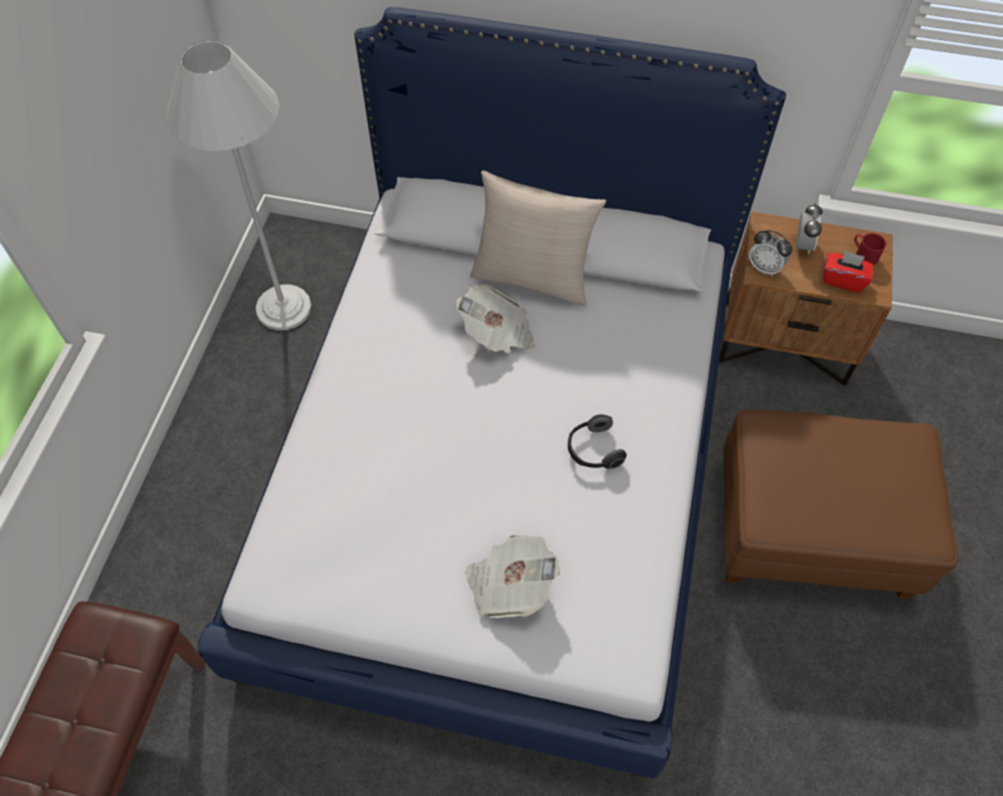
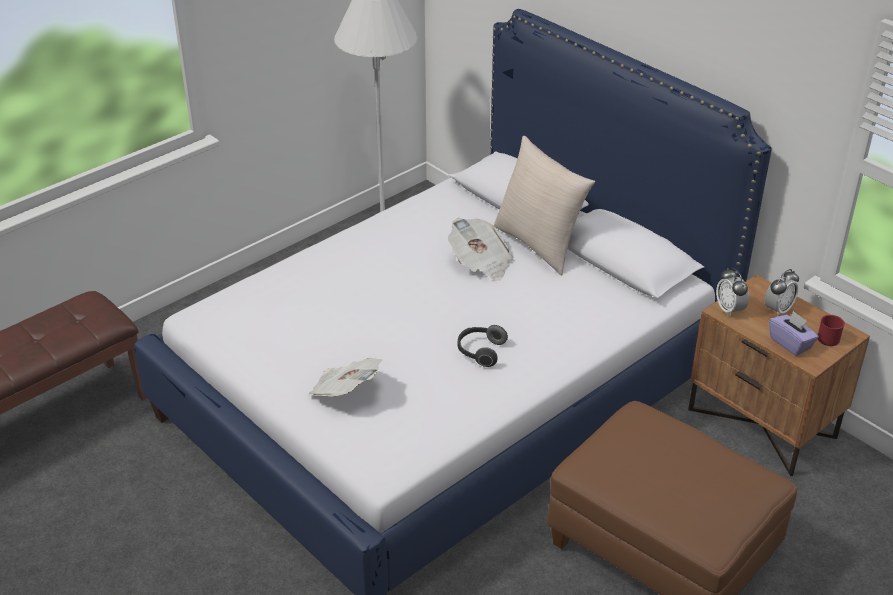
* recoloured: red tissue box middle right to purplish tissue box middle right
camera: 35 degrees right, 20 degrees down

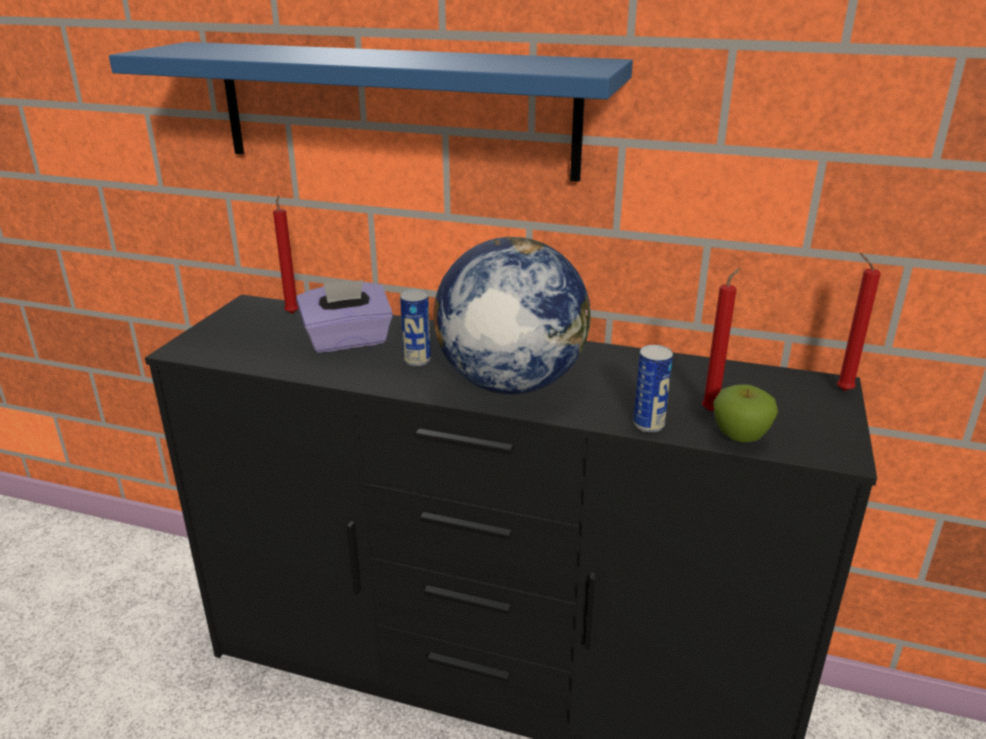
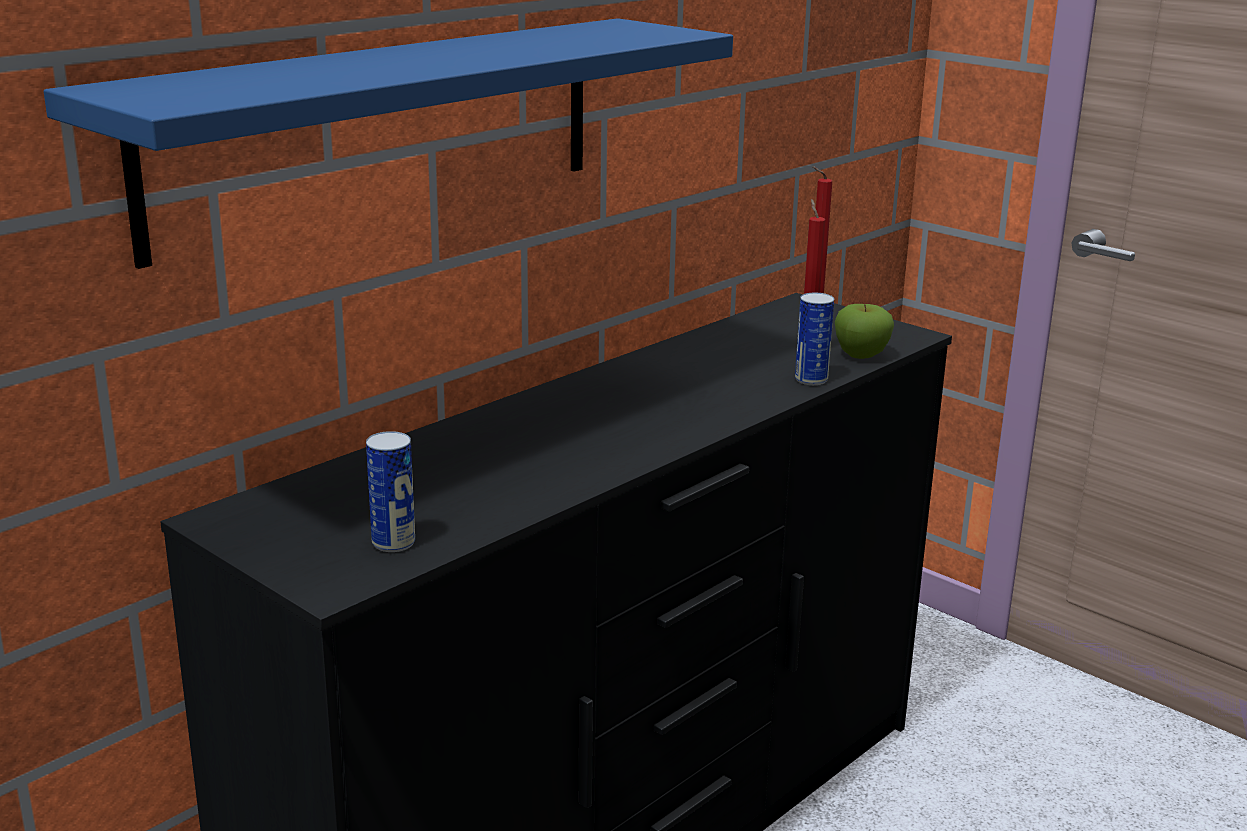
* moved: sealed can (1st from left) centre to middle left
* removed: red wax light (1st from left) middle left
* removed: purplish tissue box centre
* removed: world globe centre
camera: 65 degrees left, 5 degrees down

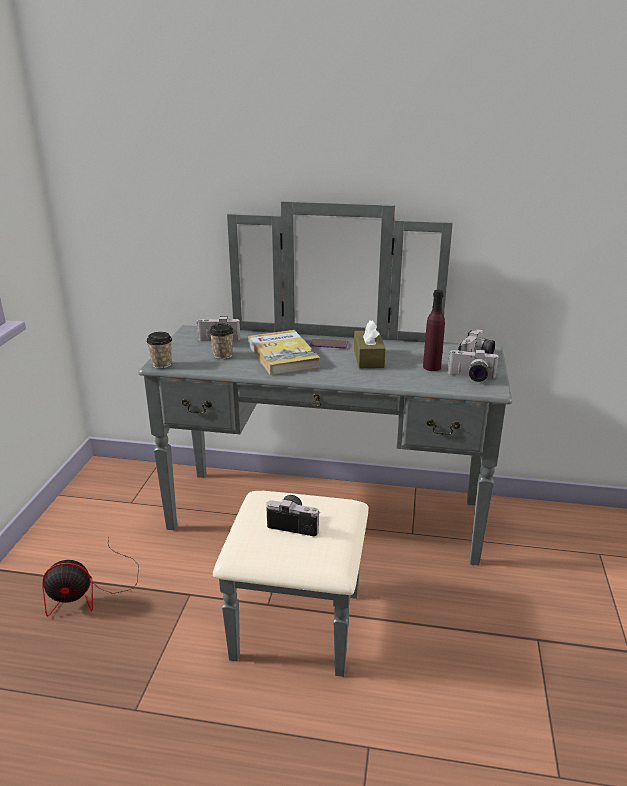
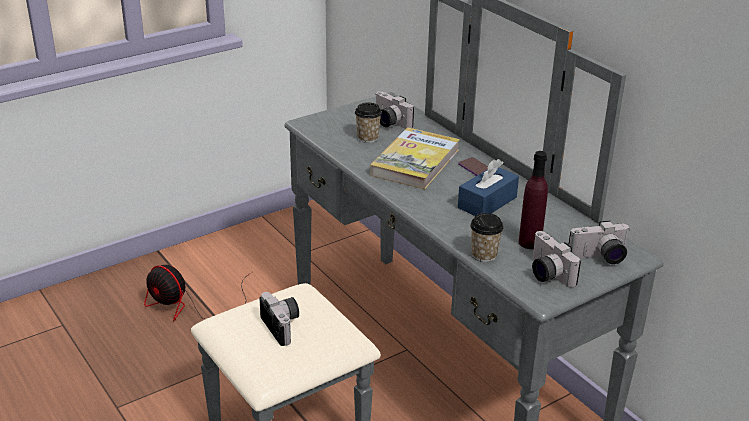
* recoloured: brown-coloured tissue box centre to blue tissue box centre
* moved: cup (1st from left in the first image) middle left to cup (2nd from left) centre
camera: 45 degrees right, 5 degrees up

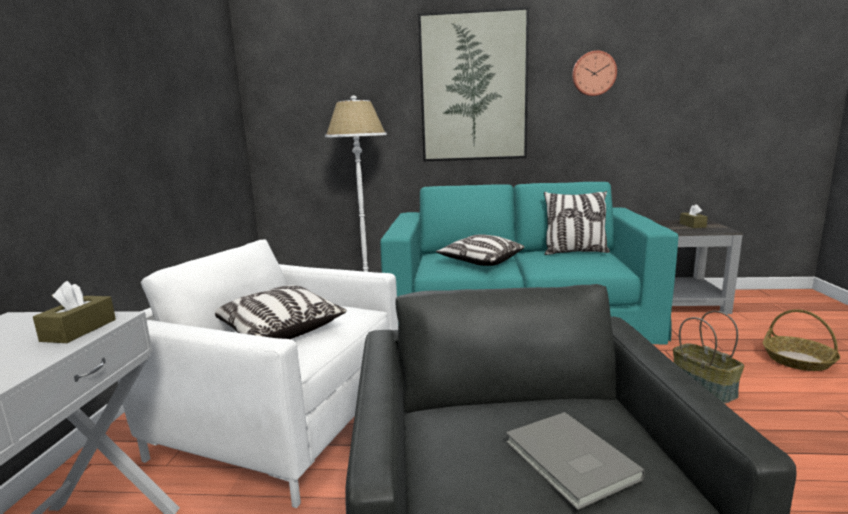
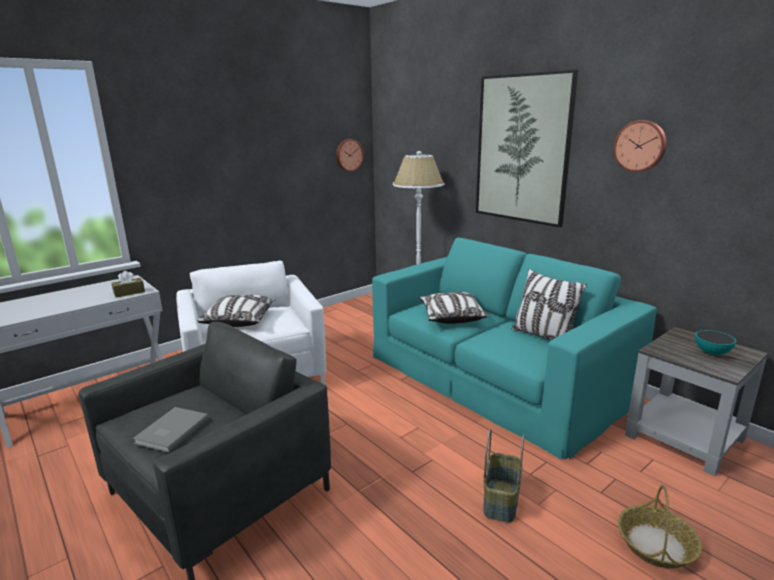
* added: hanging clock (1st from left) top centre
* replaced: brown-coloured tissue box (2nd from left) middle right to deep dish middle right
camera: 45 degrees right, 5 degrees up

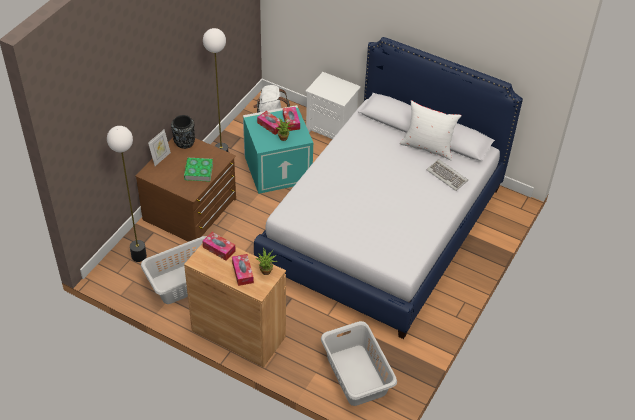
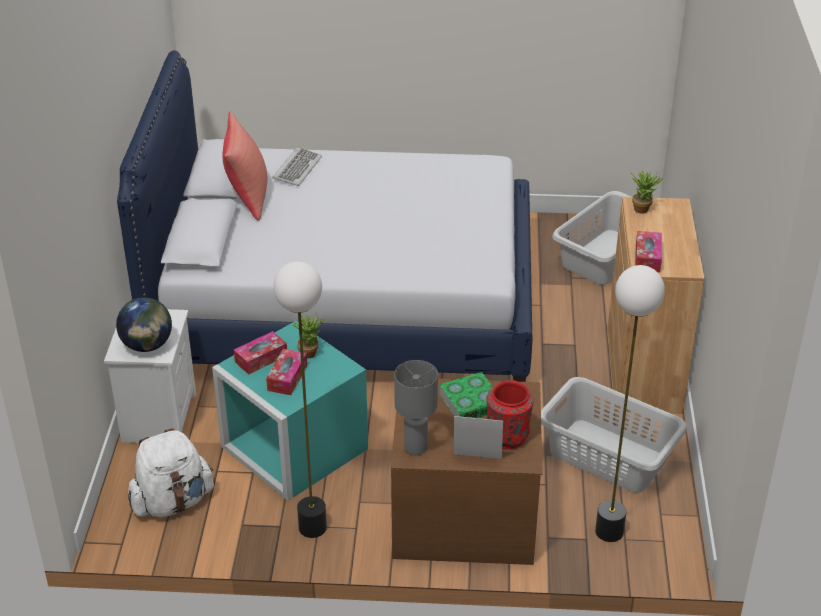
* added: world globe middle left
* recoloured: whitish throw pillow top right to red throw pillow top left
* replaced: blackish vase top left to gray tabletop lamp centre
* added: red vase bottom centre
* removed: tissue box (2nd from left) centre
camera: 115 degrees left, 10 degrees down

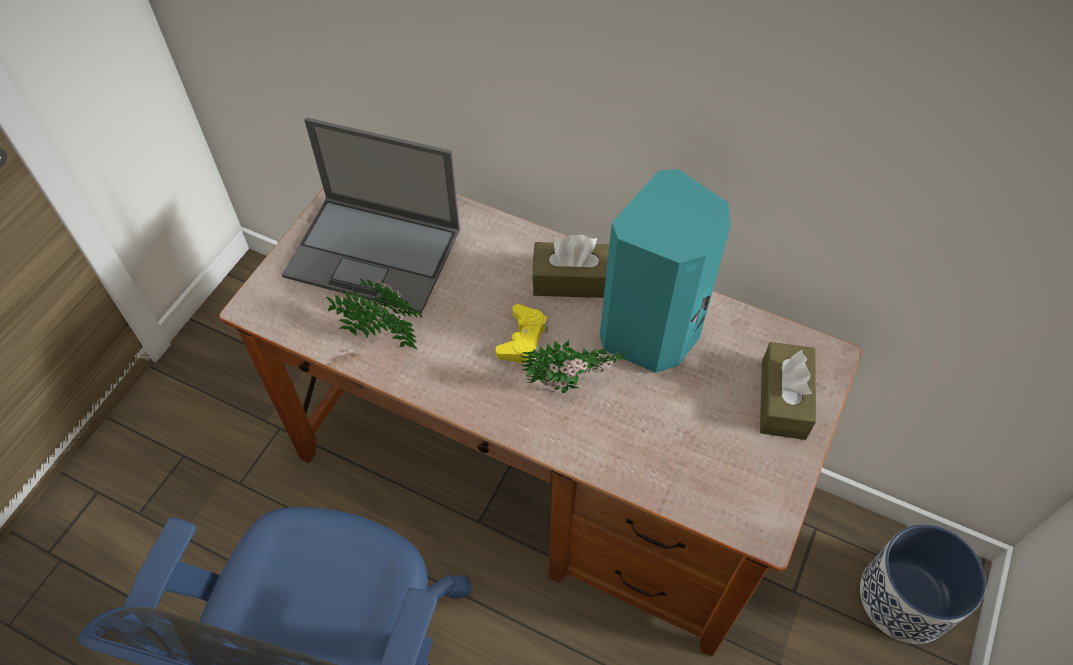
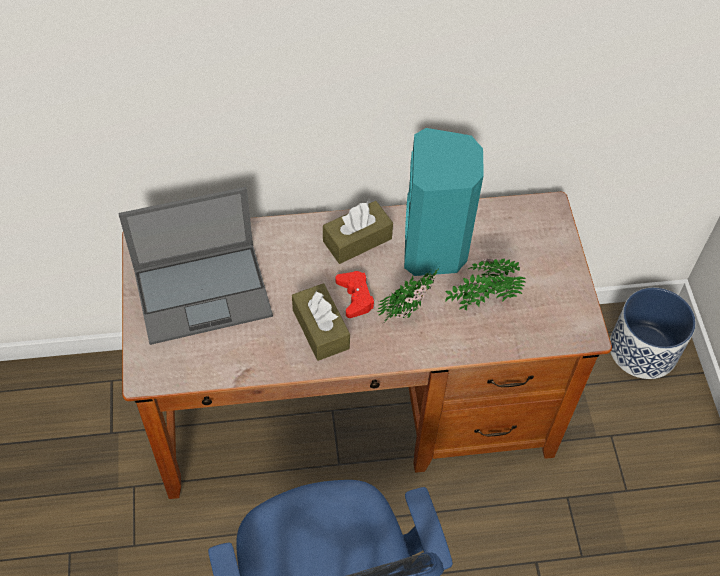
* moved: brown-coloured tissue box (2nd from left in the first image) middle right to brown-coloured tissue box (1st from left) centre
* recoloured: yellowish game controller centre to red game controller centre
* moved: houseplant (1st from left in the first image) centre to houseplant (2nd from left) middle right
camera: 35 degrees left, 0 degrees up

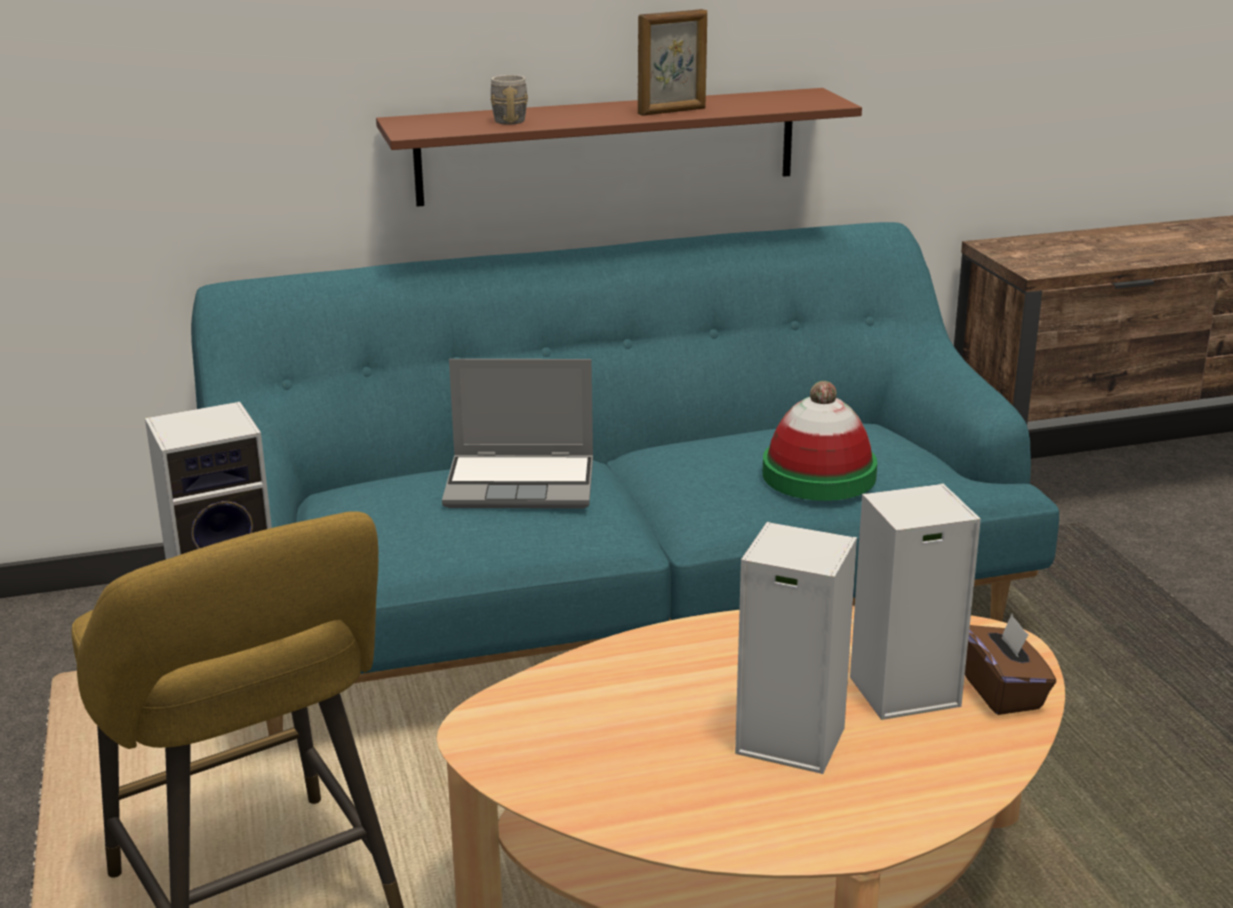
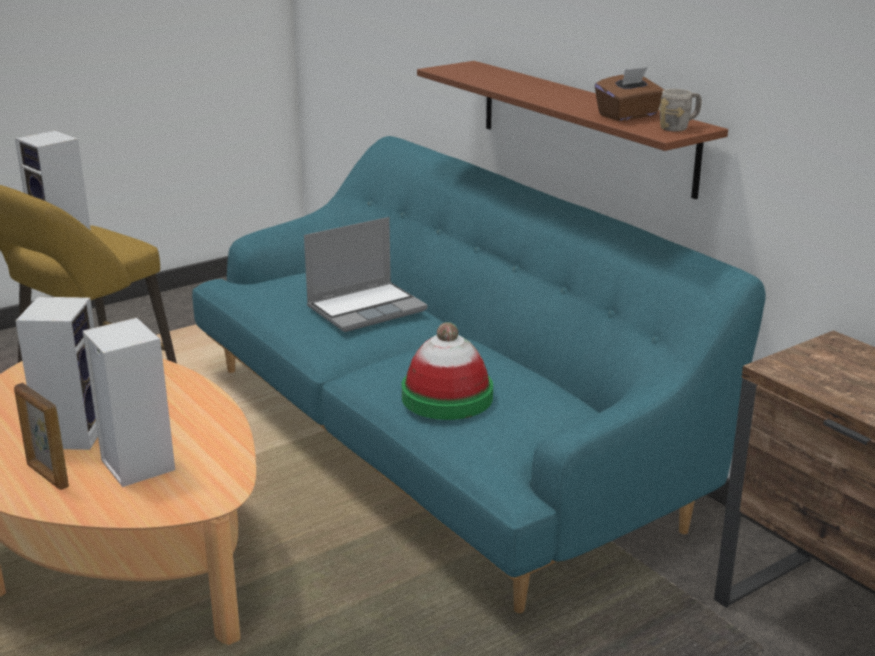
* moved: standing frame top centre to middle left
* turned: laptop centre = centre 105 degrees counterclockwise
* moved: brown-coloured tissue box bottom right to top right
* moved: gray mug top centre to top right
camera: 70 degrees right, 0 degrees up

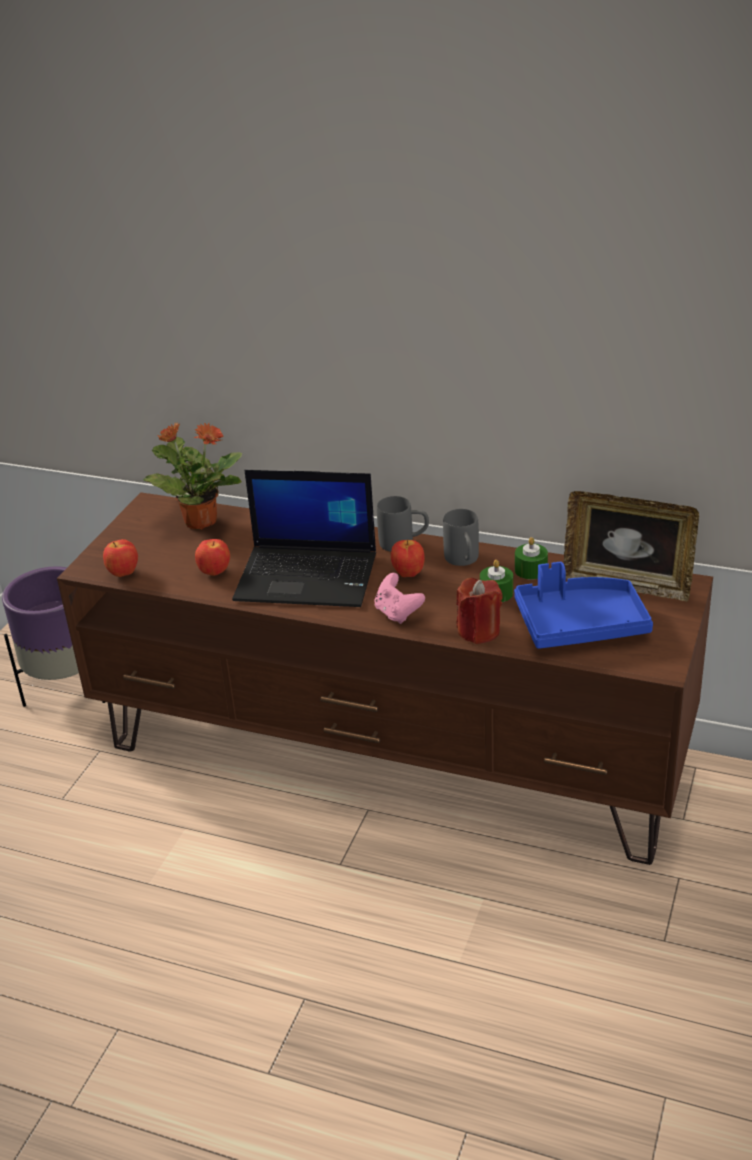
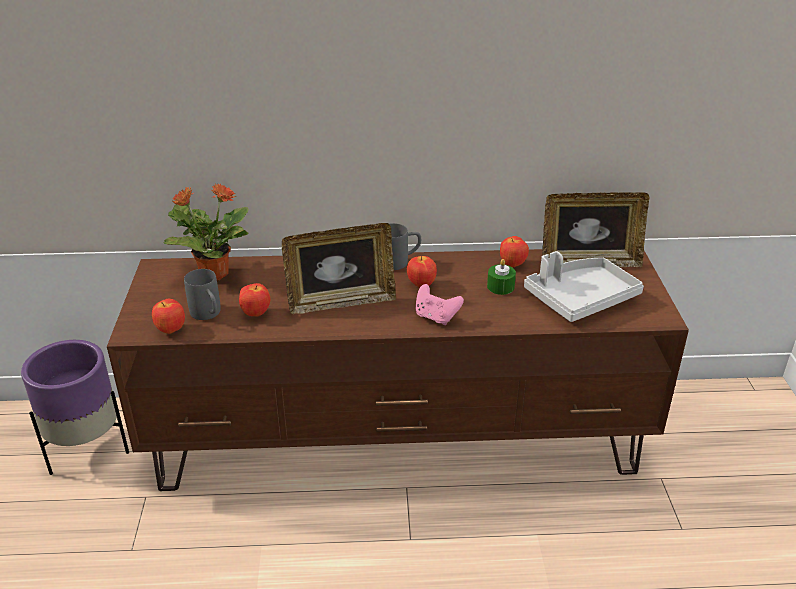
* moved: gray mug (2nd from left in the first image) centre to gray mug (1st from left) middle left
* replaced: laptop centre to standing frame (1st from left) centre
* replaced: green wax light (2nd from left) middle right to apple (4th from left) centre
* recoloured: blue serving tray middle right to gray serving tray middle right
* removed: red wax light centre
camera: 25 degrees left, 0 degrees up

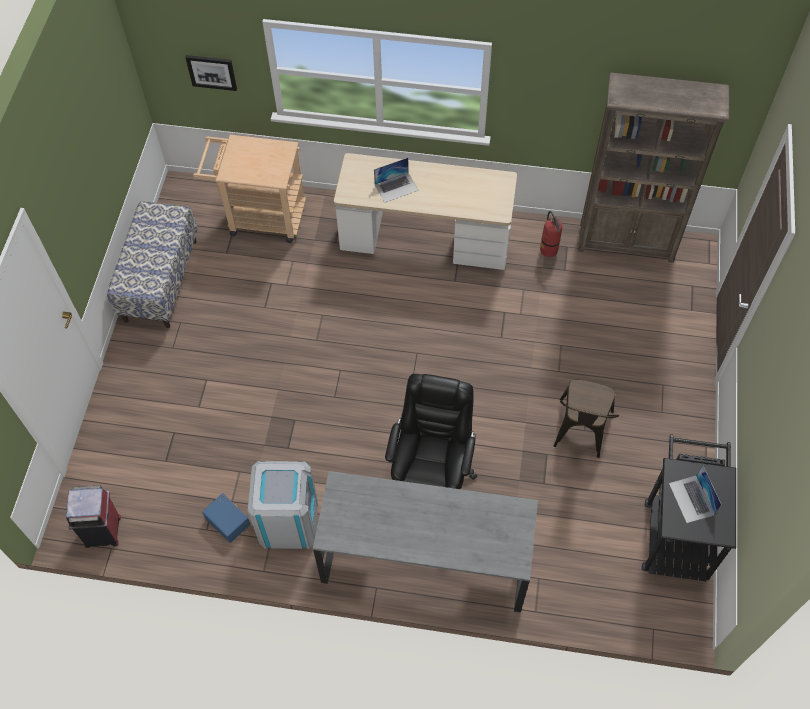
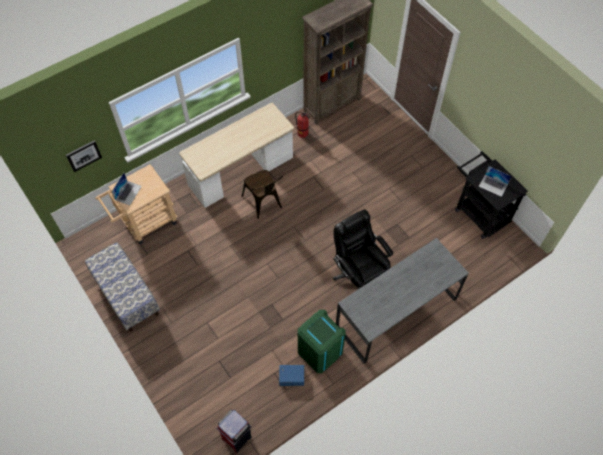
* moved: laptop (1st from left) top centre to middle left
* moved: brown-coloured chair middle right to centre
* recoloured: gray trash can bottom centre to green trash can bottom centre
camera: 45 degrees left, 0 degrees up

